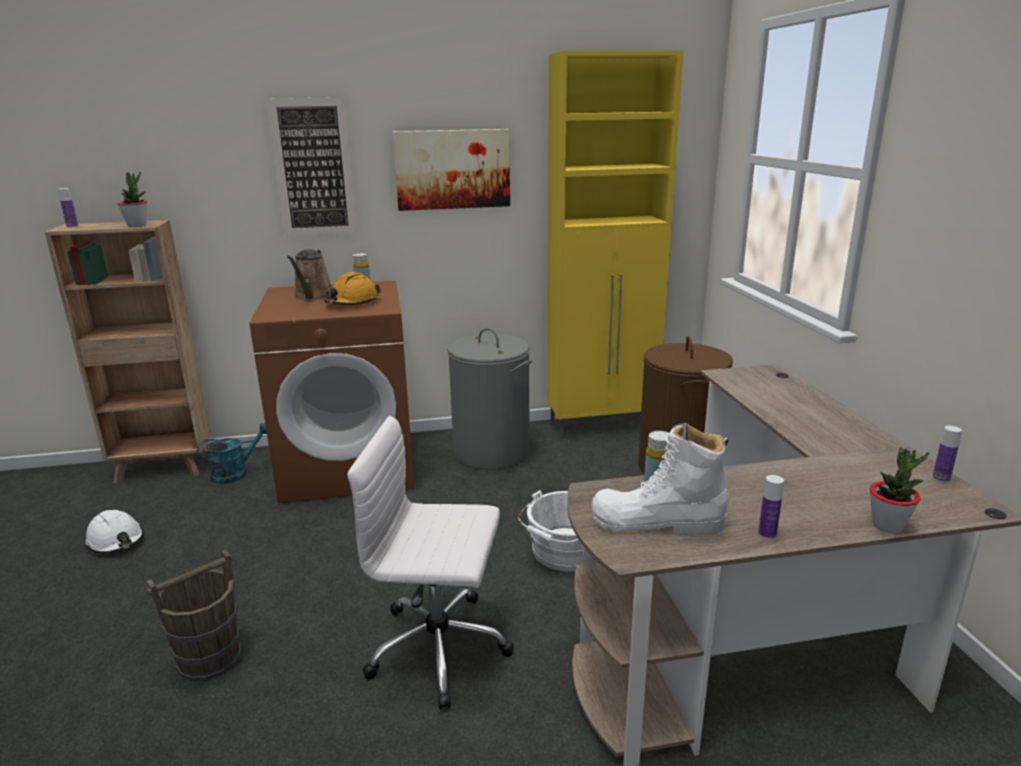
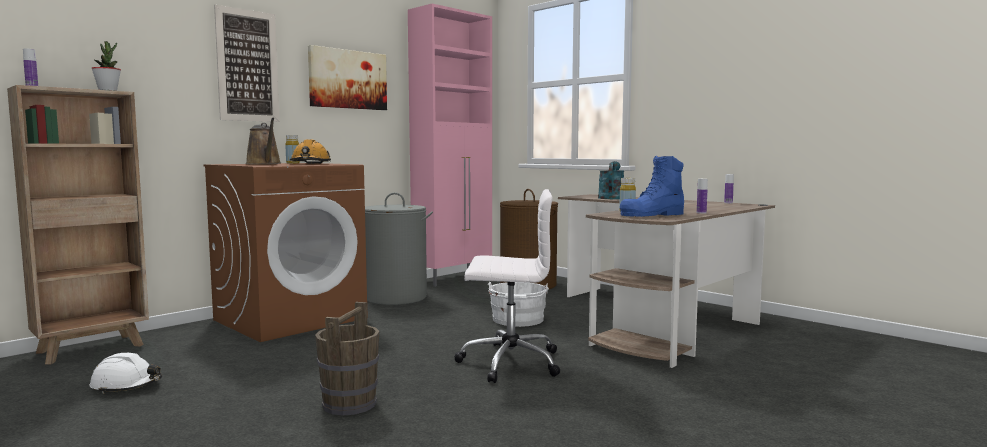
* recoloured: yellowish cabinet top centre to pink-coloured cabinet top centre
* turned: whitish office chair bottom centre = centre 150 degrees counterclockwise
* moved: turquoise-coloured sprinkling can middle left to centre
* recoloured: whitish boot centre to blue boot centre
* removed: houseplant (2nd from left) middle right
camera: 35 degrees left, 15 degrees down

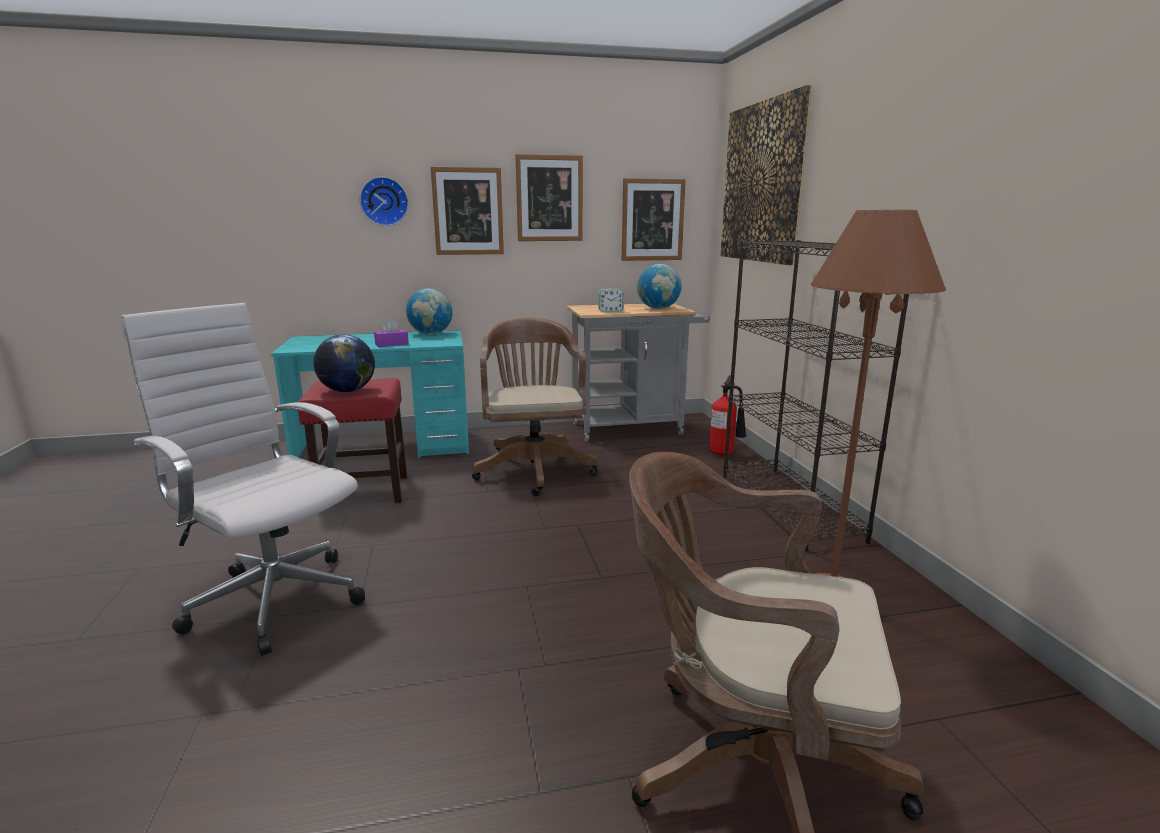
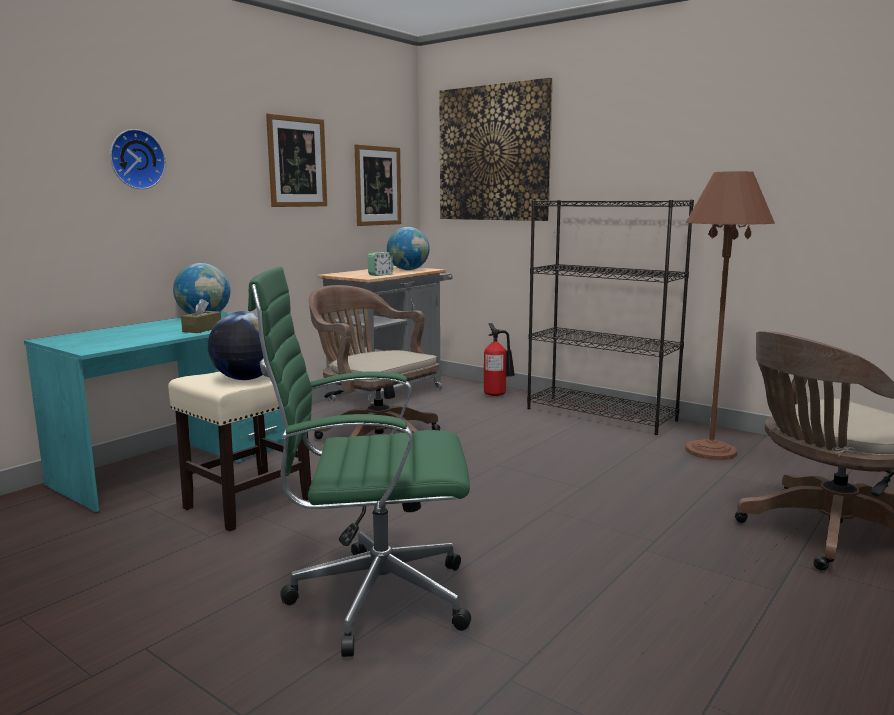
* recoloured: red stool seat middle left to sand-coloured stool seat middle left
* recoloured: purplish tissue box centre to brown-coloured tissue box middle left
* recoloured: whitish office chair middle left to green office chair centre
* removed: wall picture (1st from left) top centre
camera: 40 degrees left, 5 degrees down

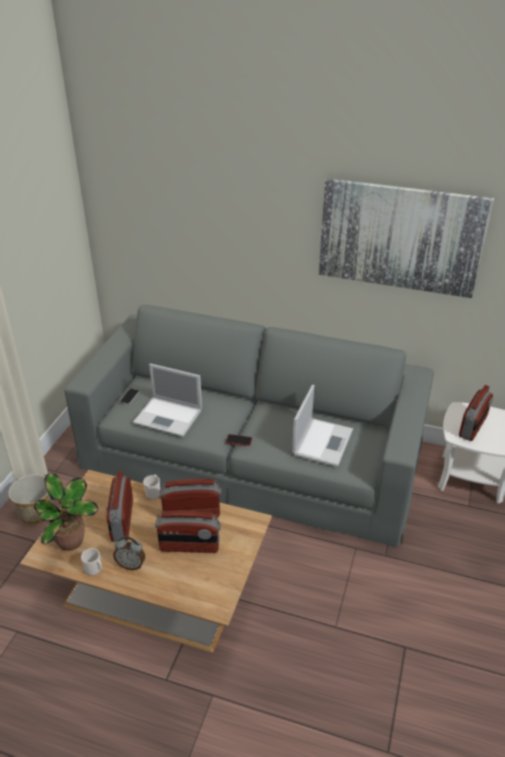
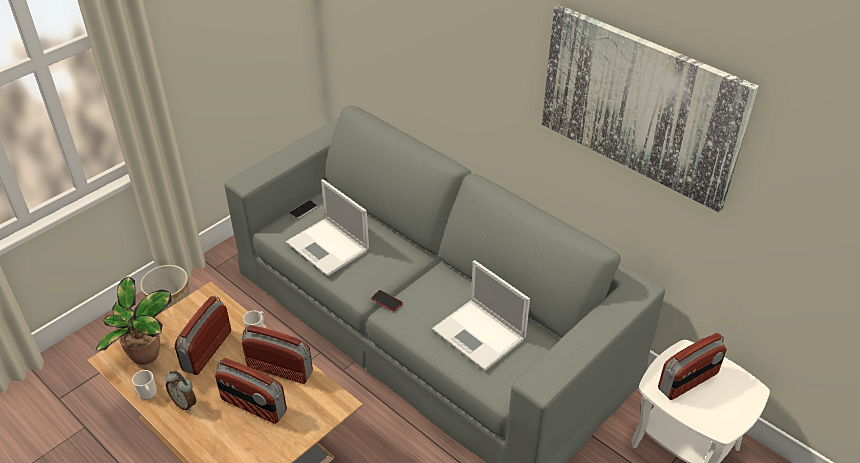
* turned: laptop (2nd from left) centre = bottom centre 90 degrees clockwise
camera: 25 degrees right, 5 degrees up

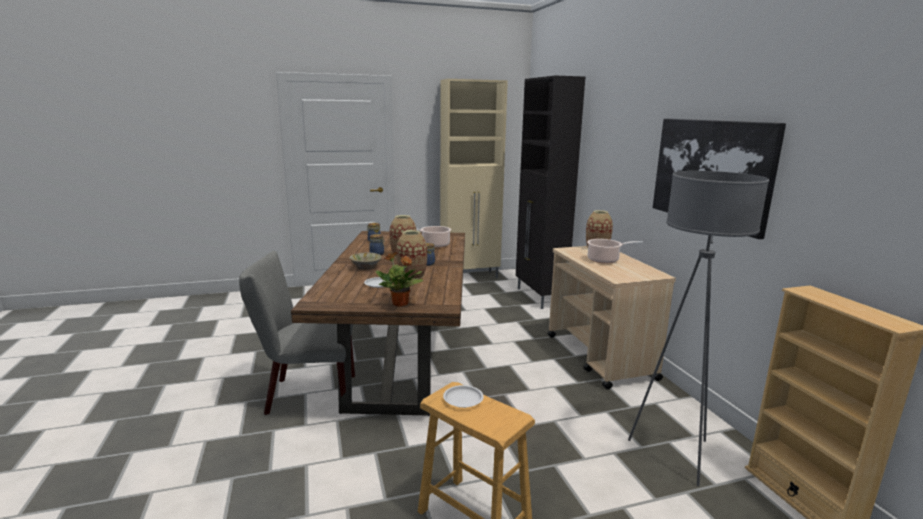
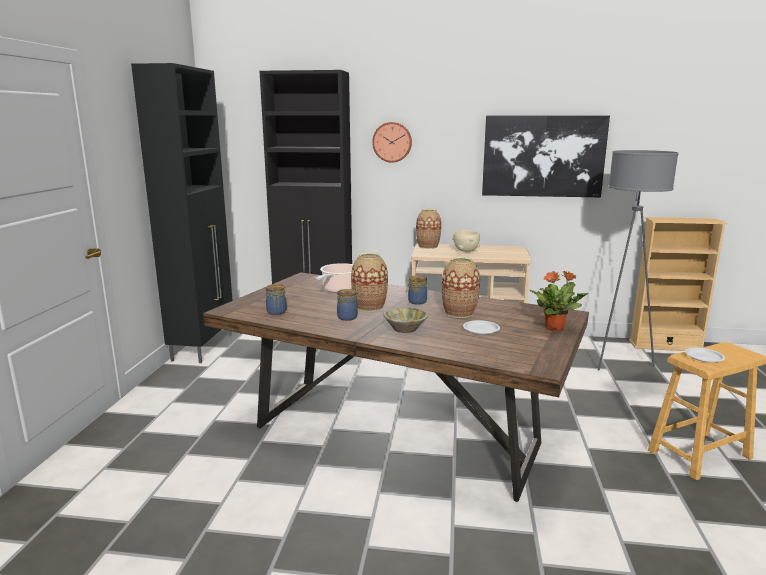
* recoloured: sand-coloured cabinet centre to blackish cabinet (1st from left) middle left
* added: hanging clock top centre
* replaced: saucepot (2nd from left) centre to sand-coloured deep dish (2nd from left) centre
* removed: gray chair middle left
camera: 65 degrees left, 0 degrees up

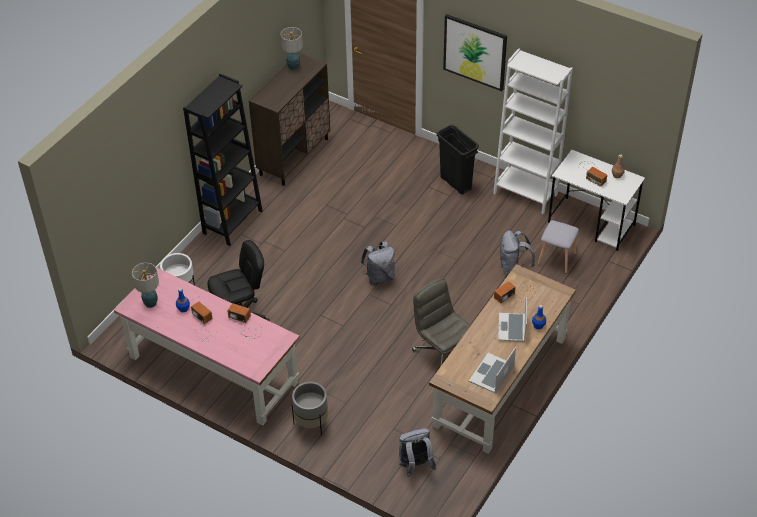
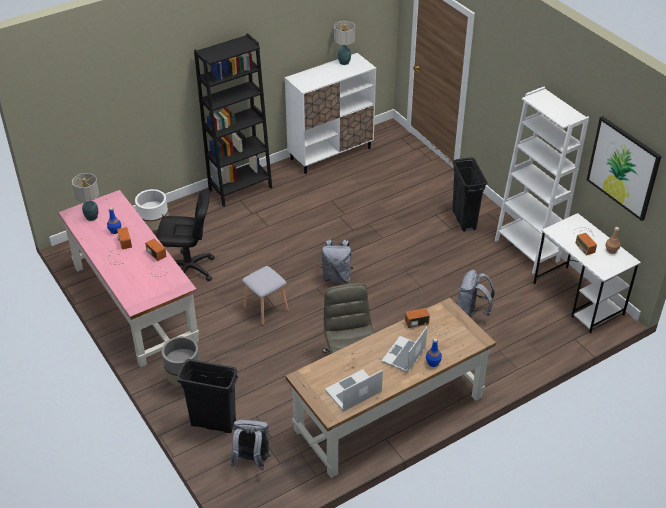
* added: blackish trash can (1st from left) bottom left
* moved: gray stool seat middle right to centre
* recoloured: brown-coloured cabinet top centre to whitish cabinet top centre
* moved: wall picture top centre to top right
camera: 25 degrees right, 5 degrees down

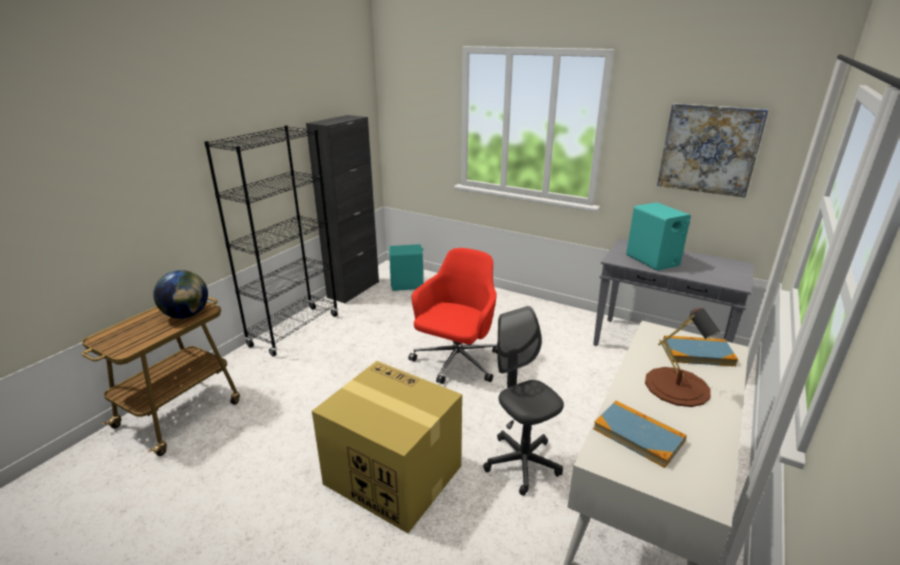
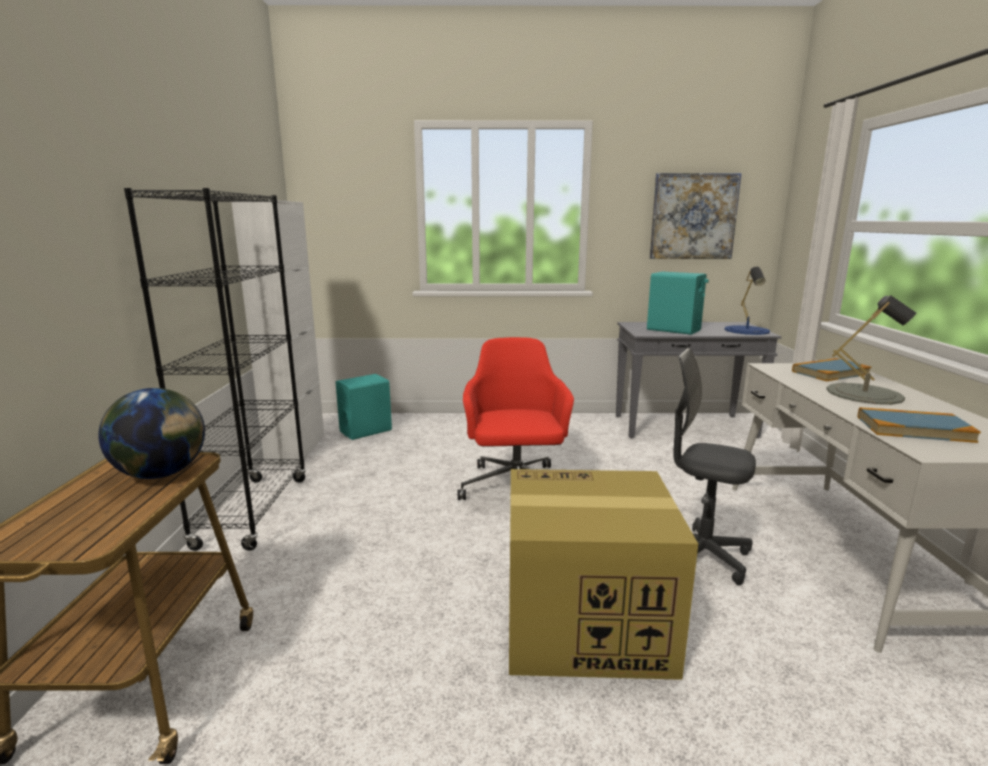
* recoloured: blackish cabinet centre to whitish cabinet middle left
* added: blue tabletop lamp middle right
* recoloured: brown-coloured tabletop lamp middle right to gray tabletop lamp middle right
camera: 30 degrees left, 10 degrees down

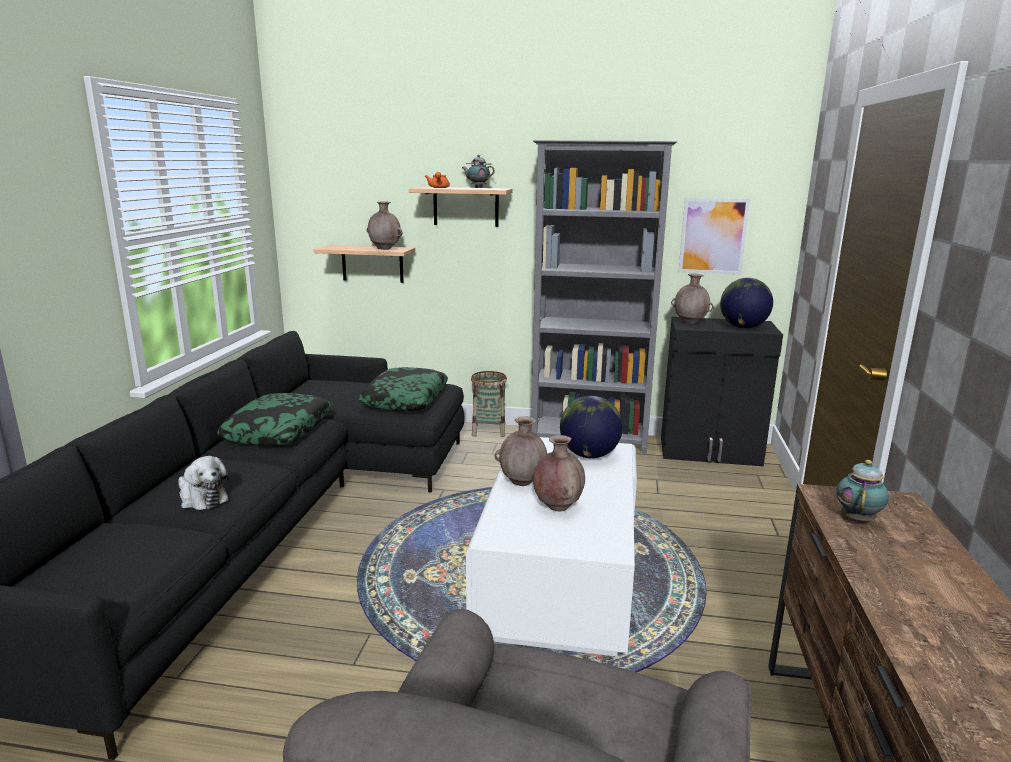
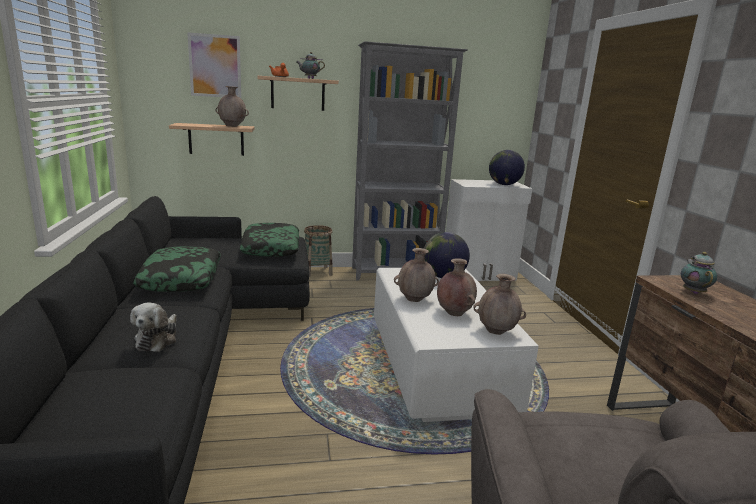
* turned: plush toy middle left = middle left 75 degrees clockwise
* moved: wall picture top right to top left
* recoloured: blackish cabinet middle right to whitish cabinet centre
* moved: brown-coloured vase (4th from left) middle right to centre
camera: 20 degrees left, 0 degrees up

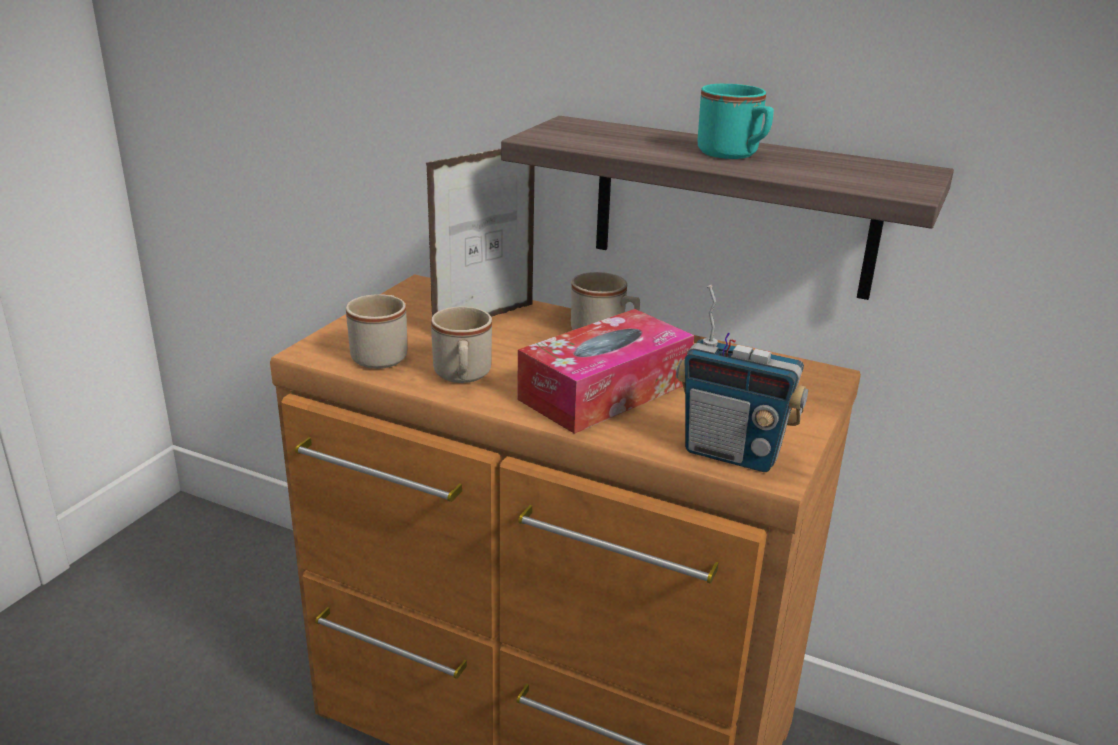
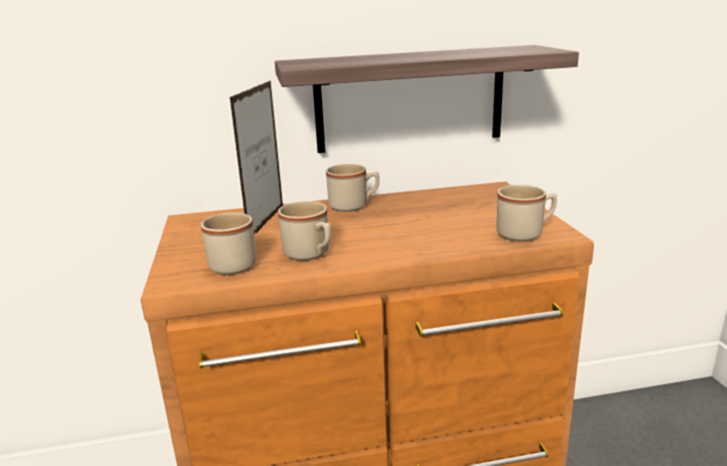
* replaced: radio receiver centre to sand-coloured mug (4th from left) middle right
* removed: tissue box centre
* removed: turquoise-coloured mug top centre
camera: 35 degrees left, 5 degrees down

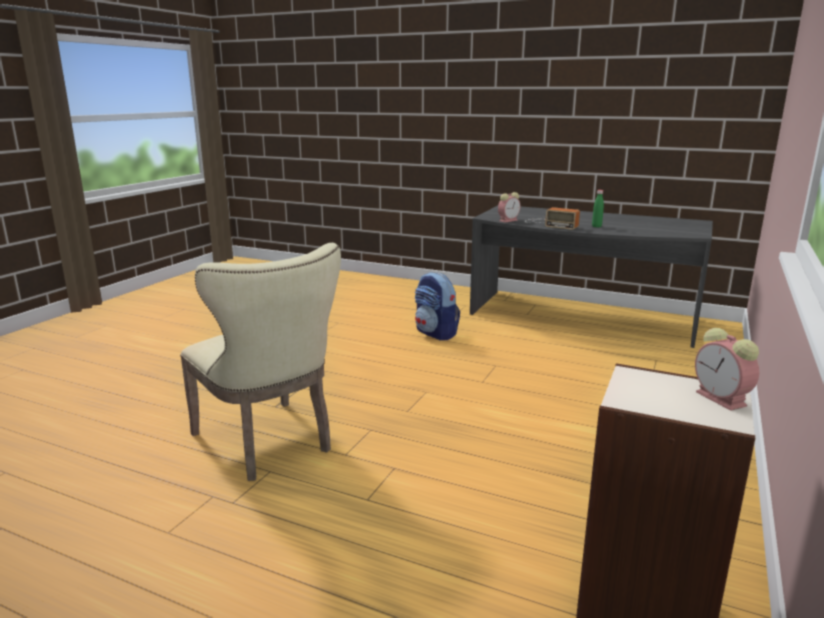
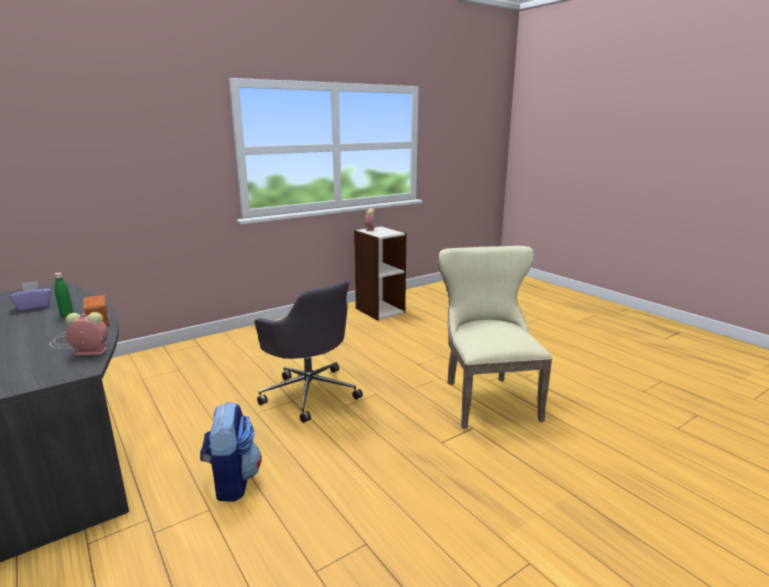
* added: purplish tissue box middle left
* added: gray office chair centre
camera: 150 degrees left, 0 degrees up

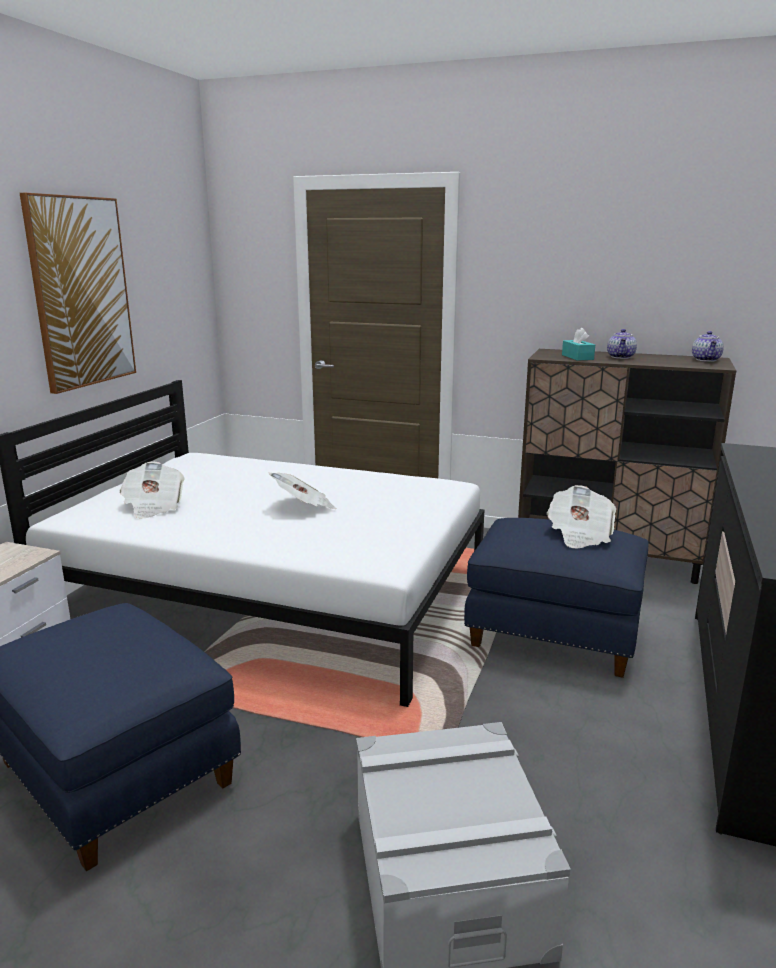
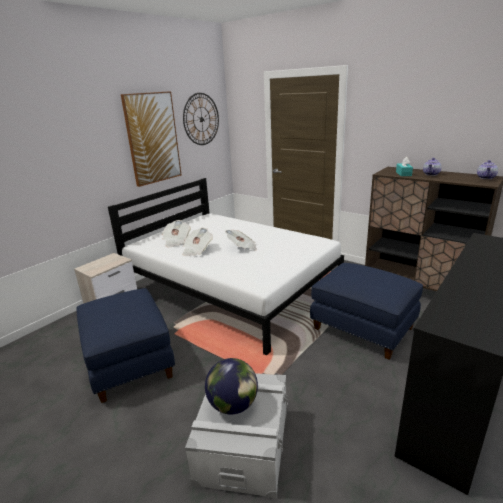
* moved: printed paper (3rd from left in the first image) middle right to printed paper (2nd from left) centre
* added: hanging clock top centre
* added: world globe bottom centre
camera: 20 degrees right, 5 degrees up

